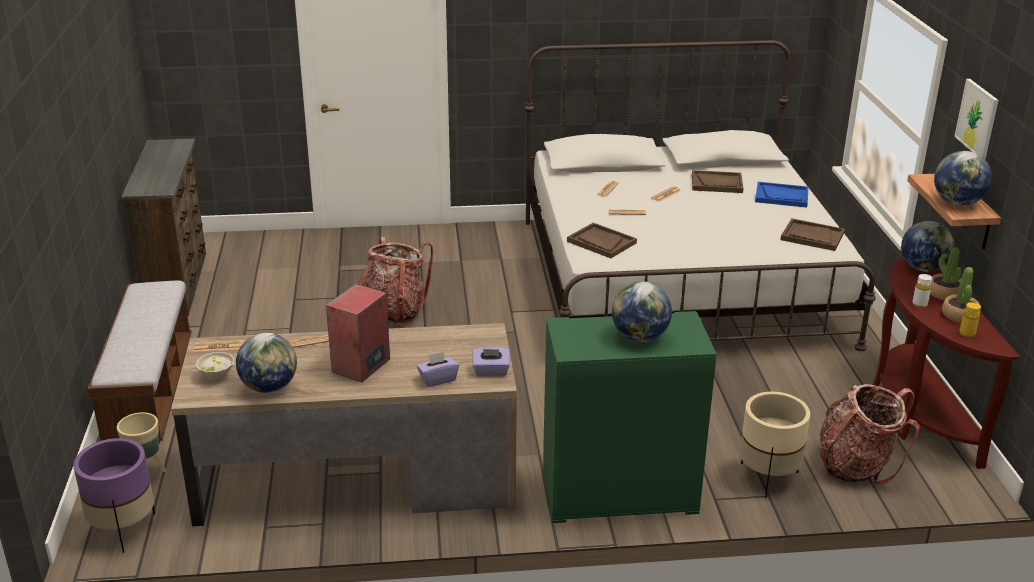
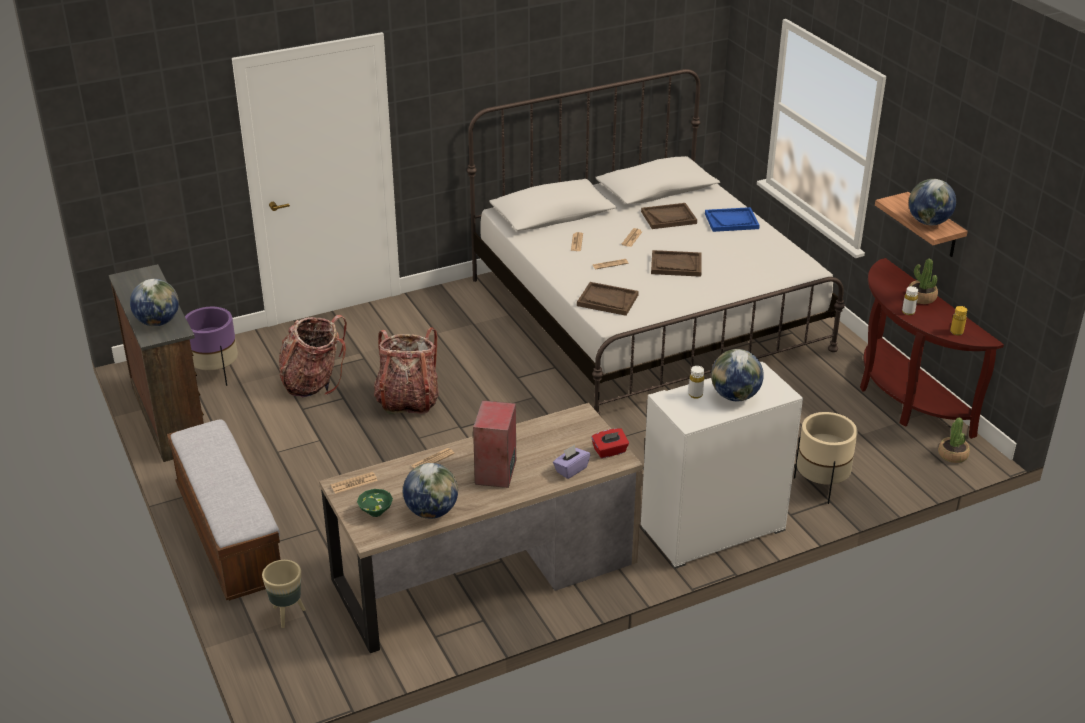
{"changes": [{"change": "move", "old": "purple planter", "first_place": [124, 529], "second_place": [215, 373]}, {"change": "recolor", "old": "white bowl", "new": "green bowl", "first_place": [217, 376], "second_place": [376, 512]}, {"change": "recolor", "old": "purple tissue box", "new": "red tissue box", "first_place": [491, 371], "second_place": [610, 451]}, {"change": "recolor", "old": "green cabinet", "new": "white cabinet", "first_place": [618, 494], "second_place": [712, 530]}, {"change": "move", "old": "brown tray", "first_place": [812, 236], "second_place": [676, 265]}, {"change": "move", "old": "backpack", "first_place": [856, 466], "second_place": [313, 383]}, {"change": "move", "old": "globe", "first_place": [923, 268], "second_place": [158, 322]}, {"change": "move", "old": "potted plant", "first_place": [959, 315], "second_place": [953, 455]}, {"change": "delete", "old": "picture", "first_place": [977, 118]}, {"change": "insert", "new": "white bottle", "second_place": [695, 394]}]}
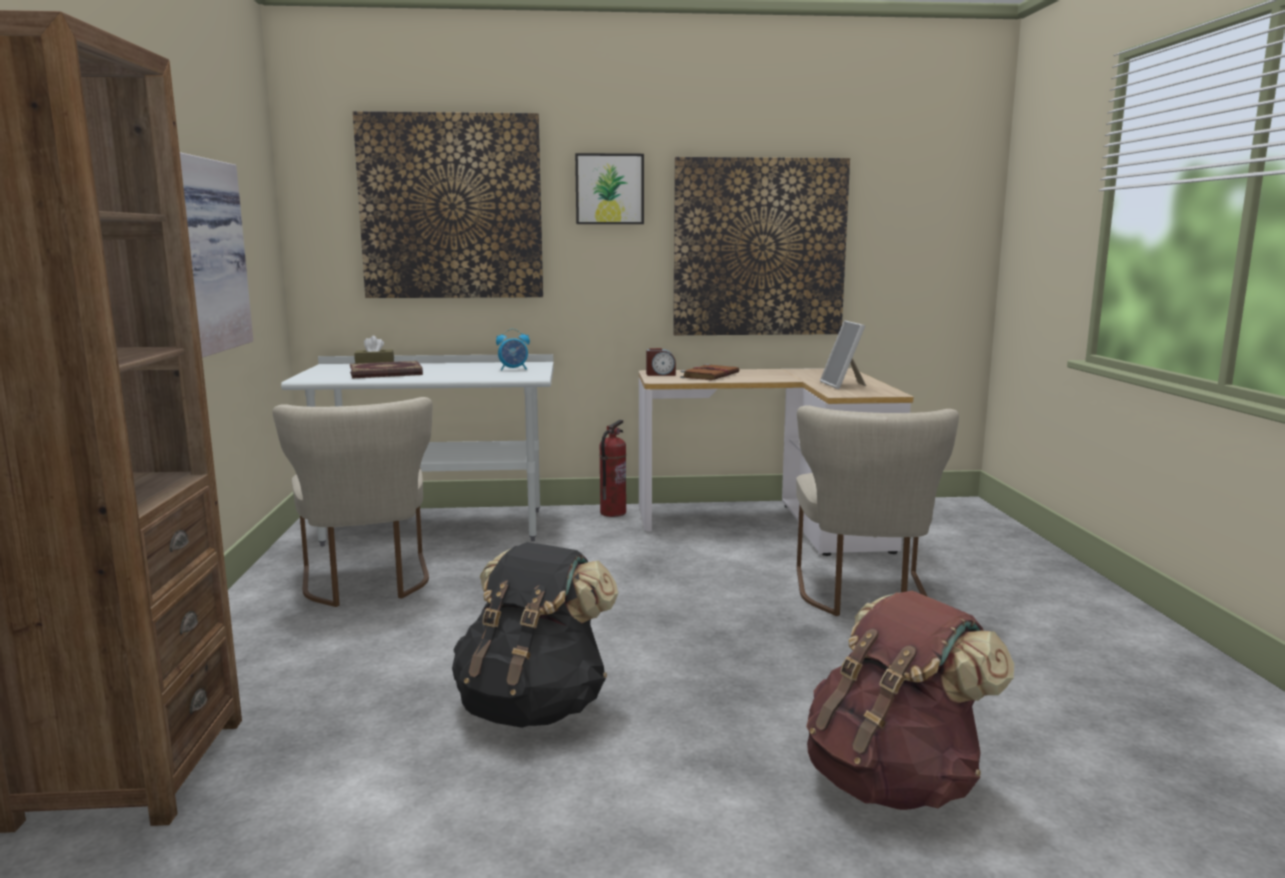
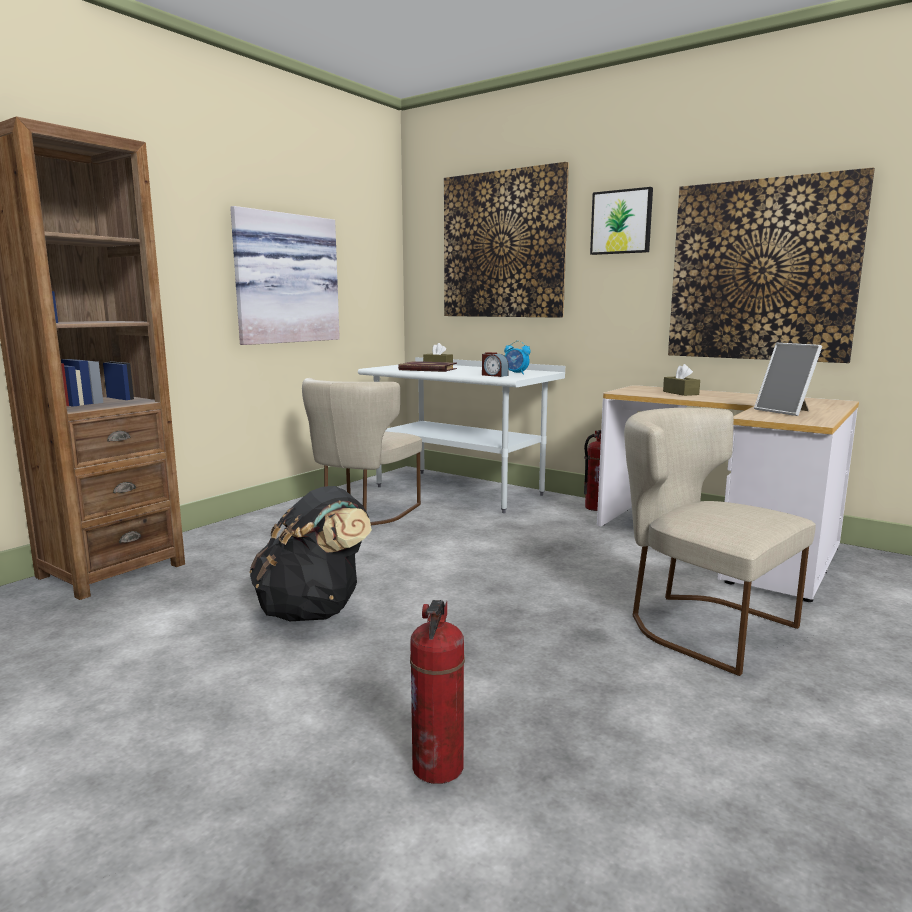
{"changes": [{"change": "move", "old": "alarm clock", "first_place": [660, 374], "second_place": [494, 375]}, {"change": "replace", "old": "brown book", "new": "brown tissue box", "first_place": [710, 375], "second_place": [680, 393]}, {"change": "rotate", "old": "beige chair", "first_place": [862, 596], "second_place": [699, 624], "degrees": 90}, {"change": "replace", "old": "brown backpack", "new": "fire extinguisher", "first_place": [893, 781], "second_place": [439, 767]}, {"change": "rotate", "old": "picture frame", "first_place": [843, 385], "second_place": [786, 411], "degrees": -60}]}
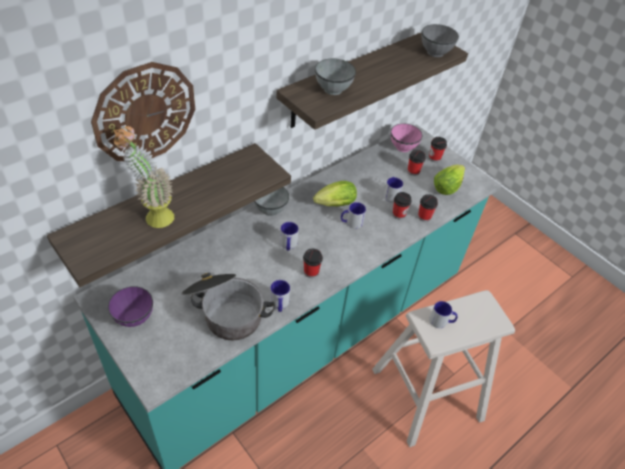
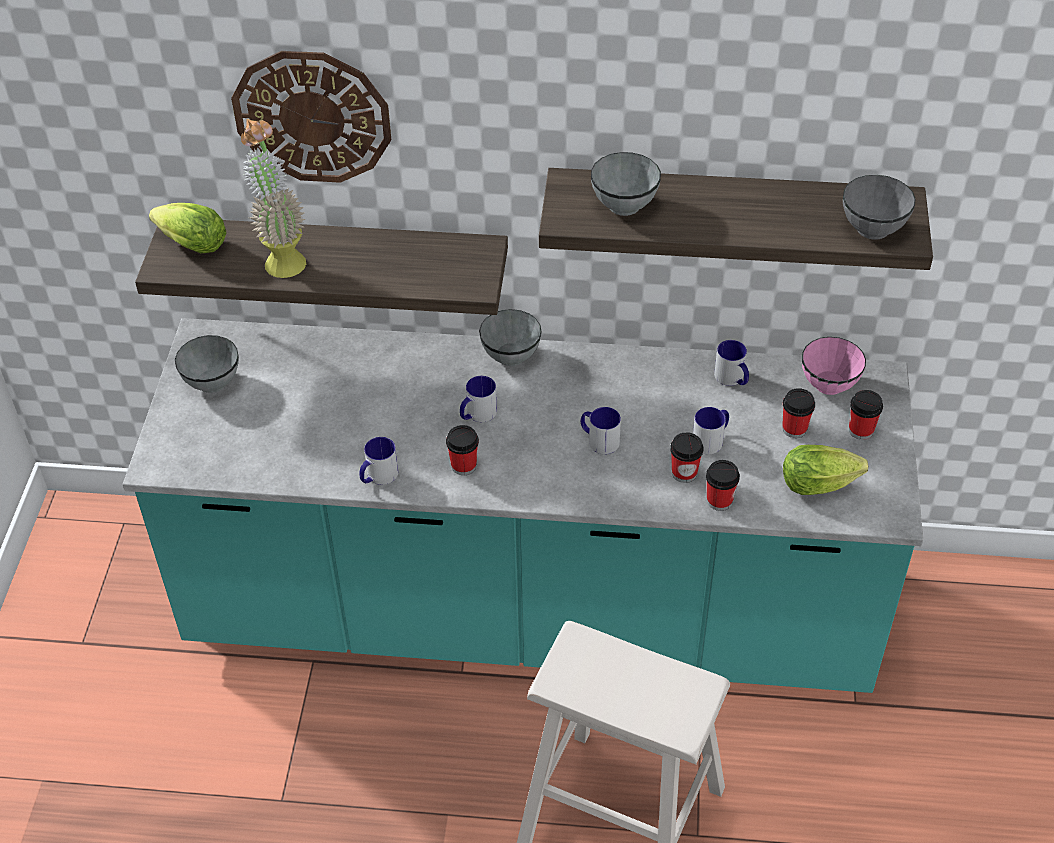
{"changes": [{"change": "recolor", "old": "purple bowl", "new": "grey bowl", "first_place": [134, 318], "second_place": [211, 382]}, {"change": "delete", "old": "cooking pot", "first_place": [225, 311]}, {"change": "move", "old": "lettuce", "first_place": [333, 205], "second_place": [189, 244]}, {"change": "move", "old": "mug", "first_place": [441, 321], "second_place": [732, 379]}]}
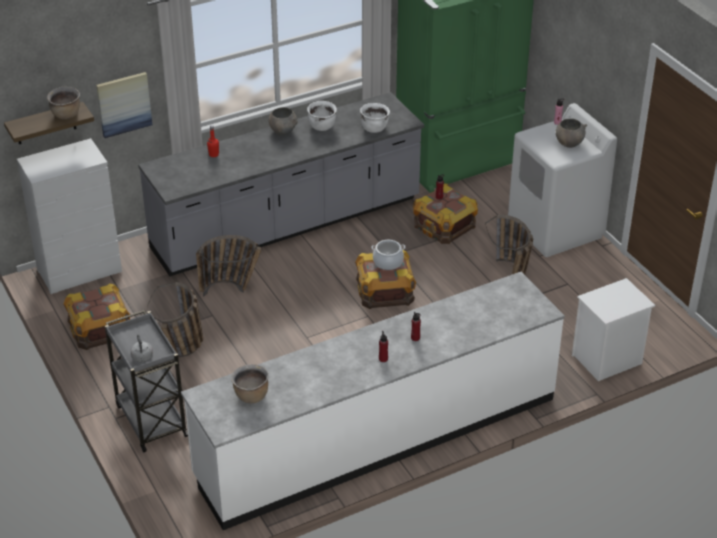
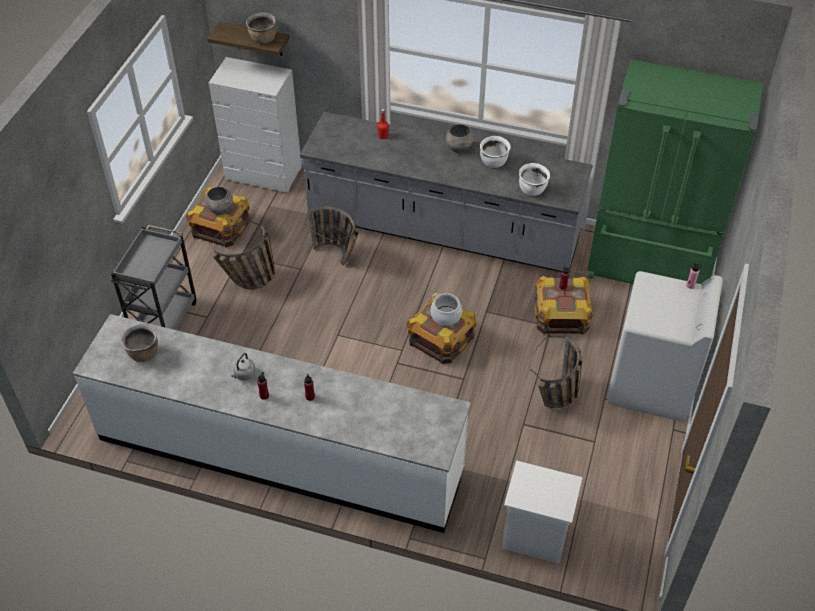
{"changes": [{"change": "delete", "old": "picture", "first_place": [124, 104]}, {"change": "move", "old": "grey kettle", "first_place": [142, 358], "second_place": [244, 374]}, {"change": "move", "old": "grey bowl", "first_place": [569, 143], "second_place": [220, 209]}]}
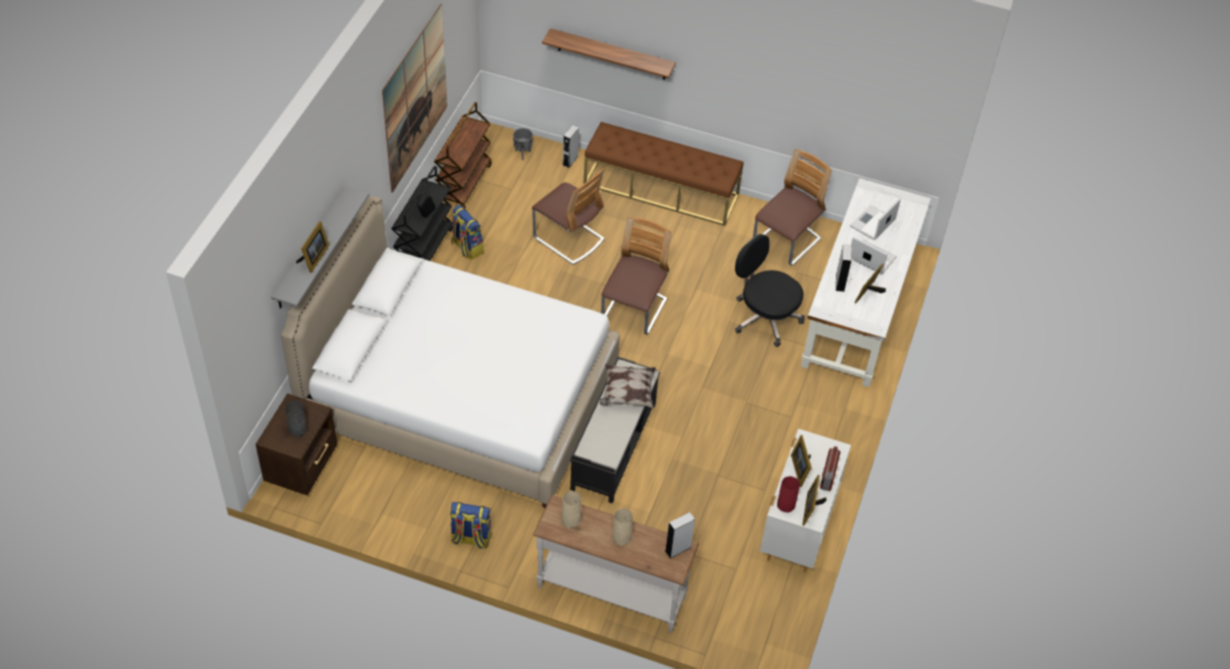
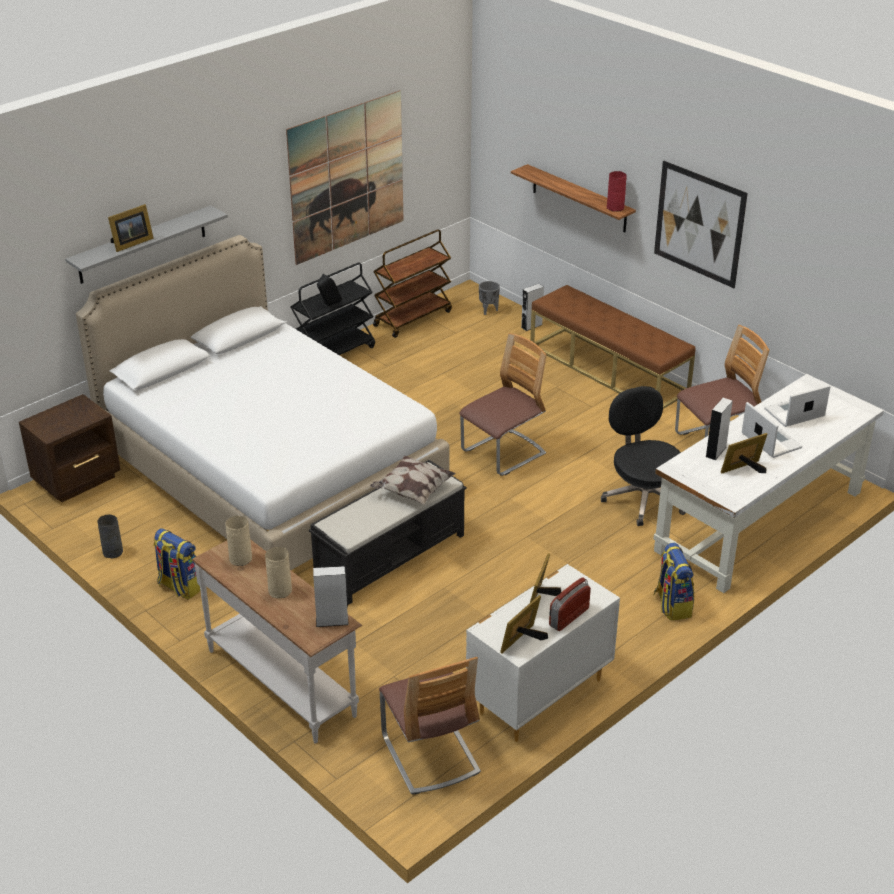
{"changes": [{"change": "move", "old": "grey vase", "first_place": [298, 429], "second_place": [113, 552]}, {"change": "move", "old": "backpack", "first_place": [466, 247], "second_place": [672, 605]}, {"change": "move", "old": "chair", "first_place": [568, 239], "second_place": [430, 754]}, {"change": "move", "old": "red vase", "first_place": [786, 505], "second_place": [615, 208]}, {"change": "insert", "new": "picture", "second_place": [699, 224]}]}
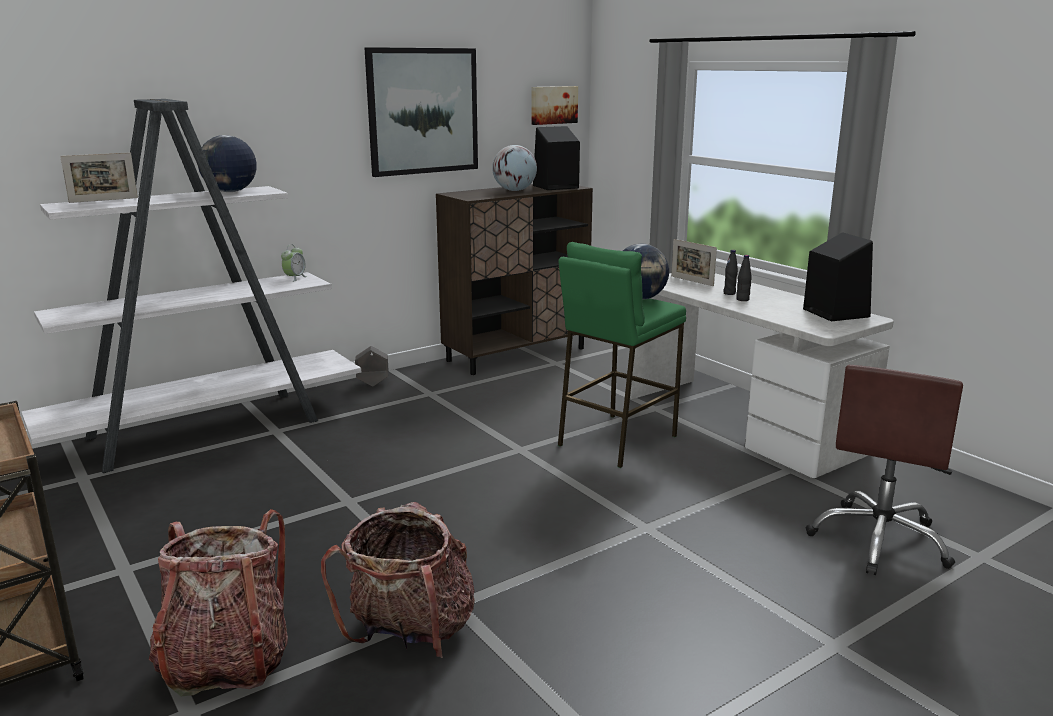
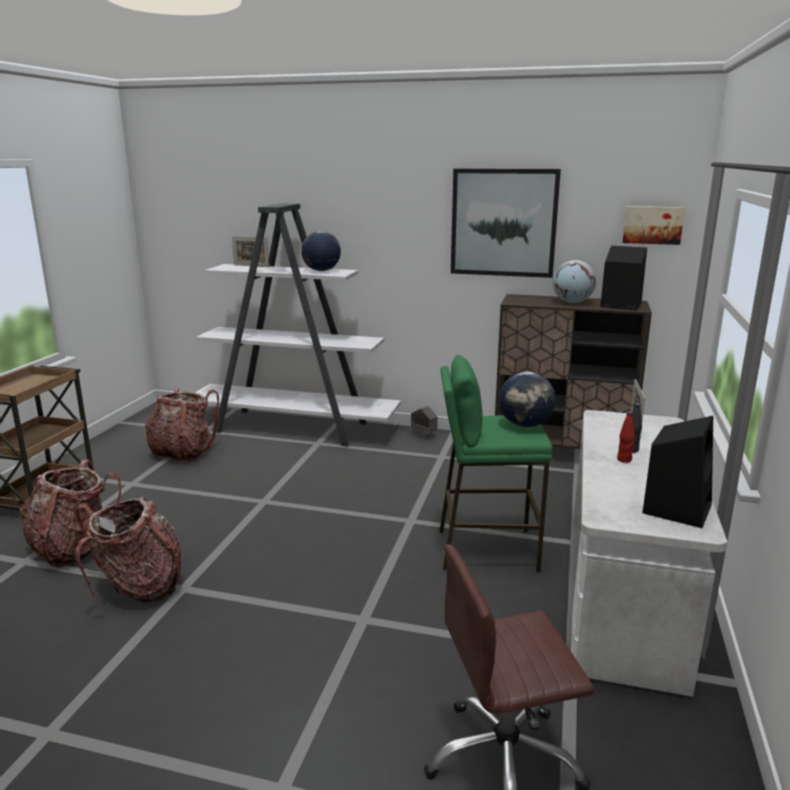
{"changes": [{"change": "delete", "old": "alarm clock", "first_place": [295, 278]}, {"change": "recolor", "old": "black bottle", "new": "red bottle", "first_place": [742, 299], "second_place": [624, 460]}, {"change": "insert", "new": "backpack", "second_place": [183, 452]}]}
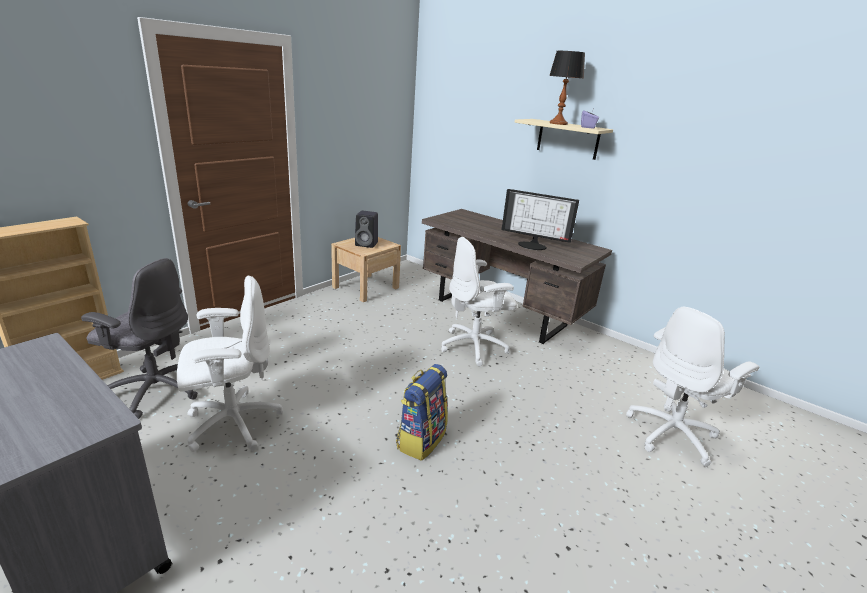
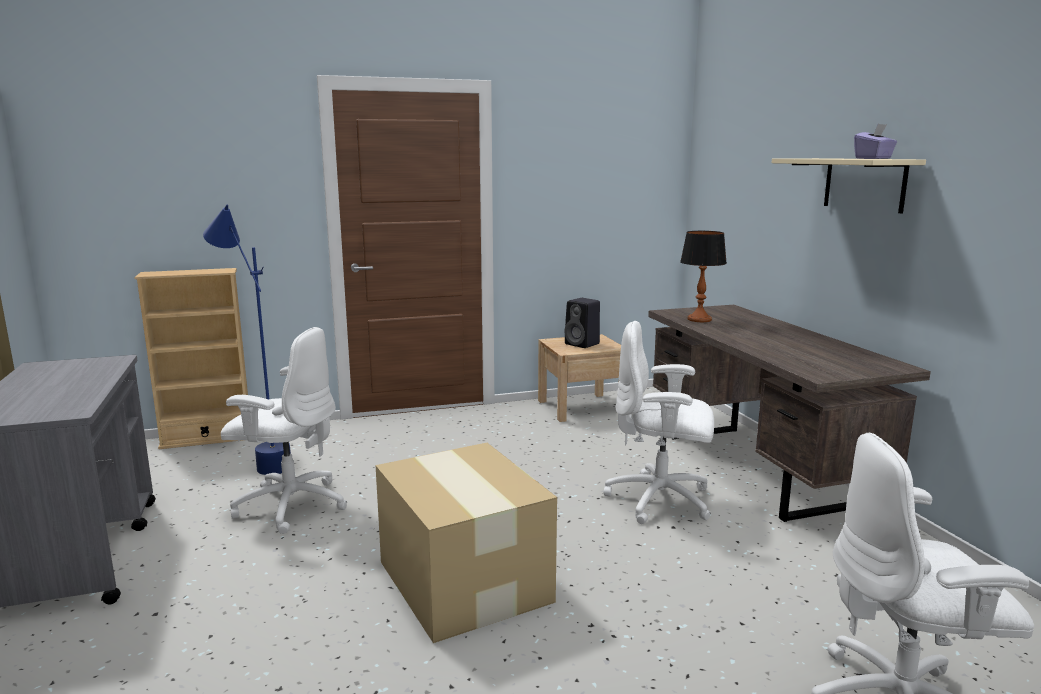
{"changes": [{"change": "replace", "old": "grey office chair", "new": "blue floor lamp", "first_place": [155, 390], "second_place": [259, 460]}, {"change": "replace", "old": "backpack", "new": "cardboard box", "first_place": [421, 439], "second_place": [464, 579]}, {"change": "delete", "old": "monitor", "first_place": [533, 245]}, {"change": "move", "old": "table lamp", "first_place": [558, 123], "second_place": [699, 319]}]}
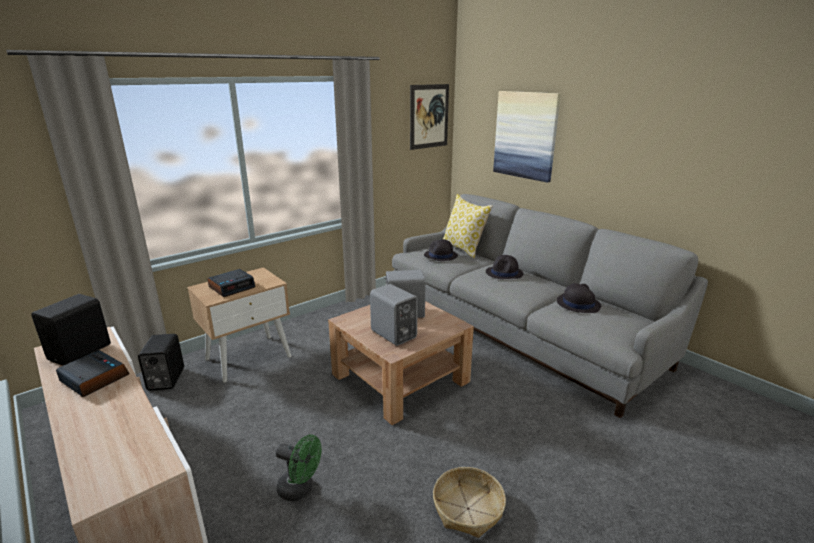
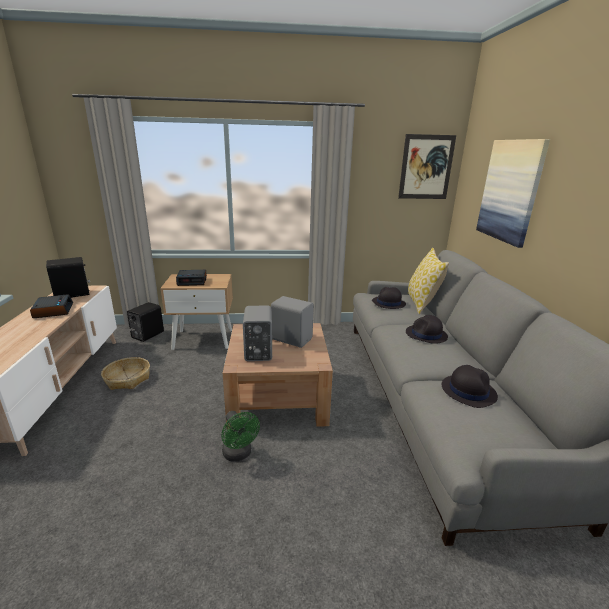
{"changes": [{"change": "move", "old": "green fan", "first_place": [300, 489], "second_place": [239, 454]}, {"change": "move", "old": "basket", "first_place": [467, 508], "second_place": [127, 379]}]}
